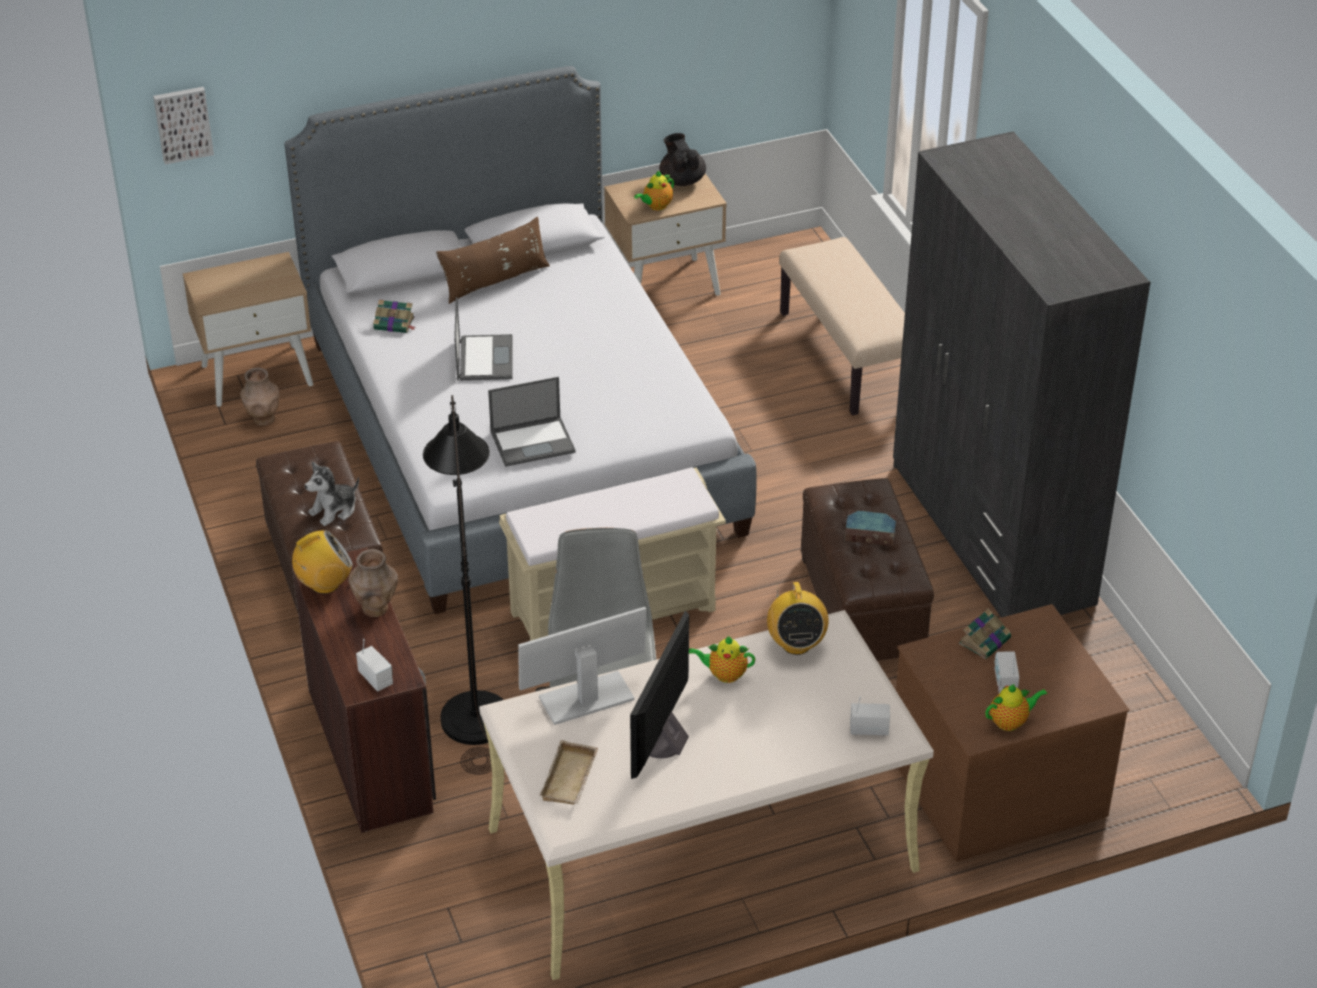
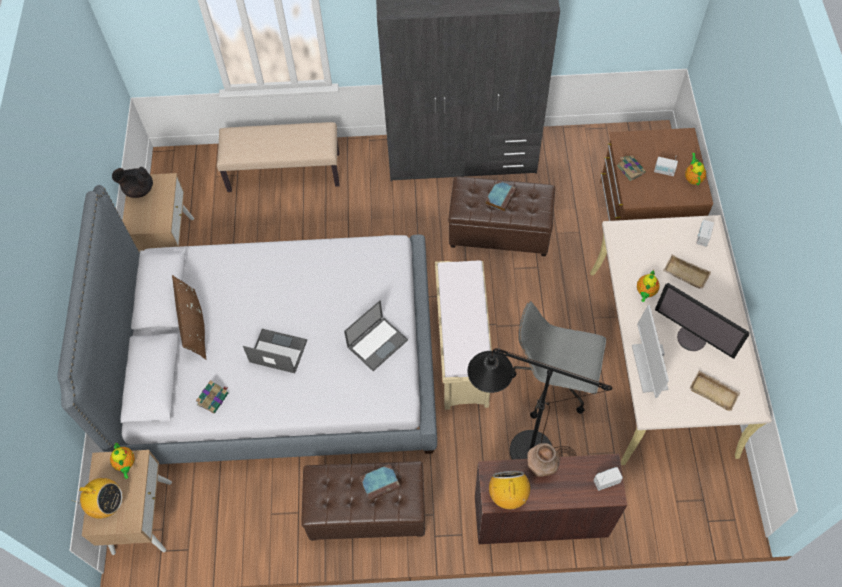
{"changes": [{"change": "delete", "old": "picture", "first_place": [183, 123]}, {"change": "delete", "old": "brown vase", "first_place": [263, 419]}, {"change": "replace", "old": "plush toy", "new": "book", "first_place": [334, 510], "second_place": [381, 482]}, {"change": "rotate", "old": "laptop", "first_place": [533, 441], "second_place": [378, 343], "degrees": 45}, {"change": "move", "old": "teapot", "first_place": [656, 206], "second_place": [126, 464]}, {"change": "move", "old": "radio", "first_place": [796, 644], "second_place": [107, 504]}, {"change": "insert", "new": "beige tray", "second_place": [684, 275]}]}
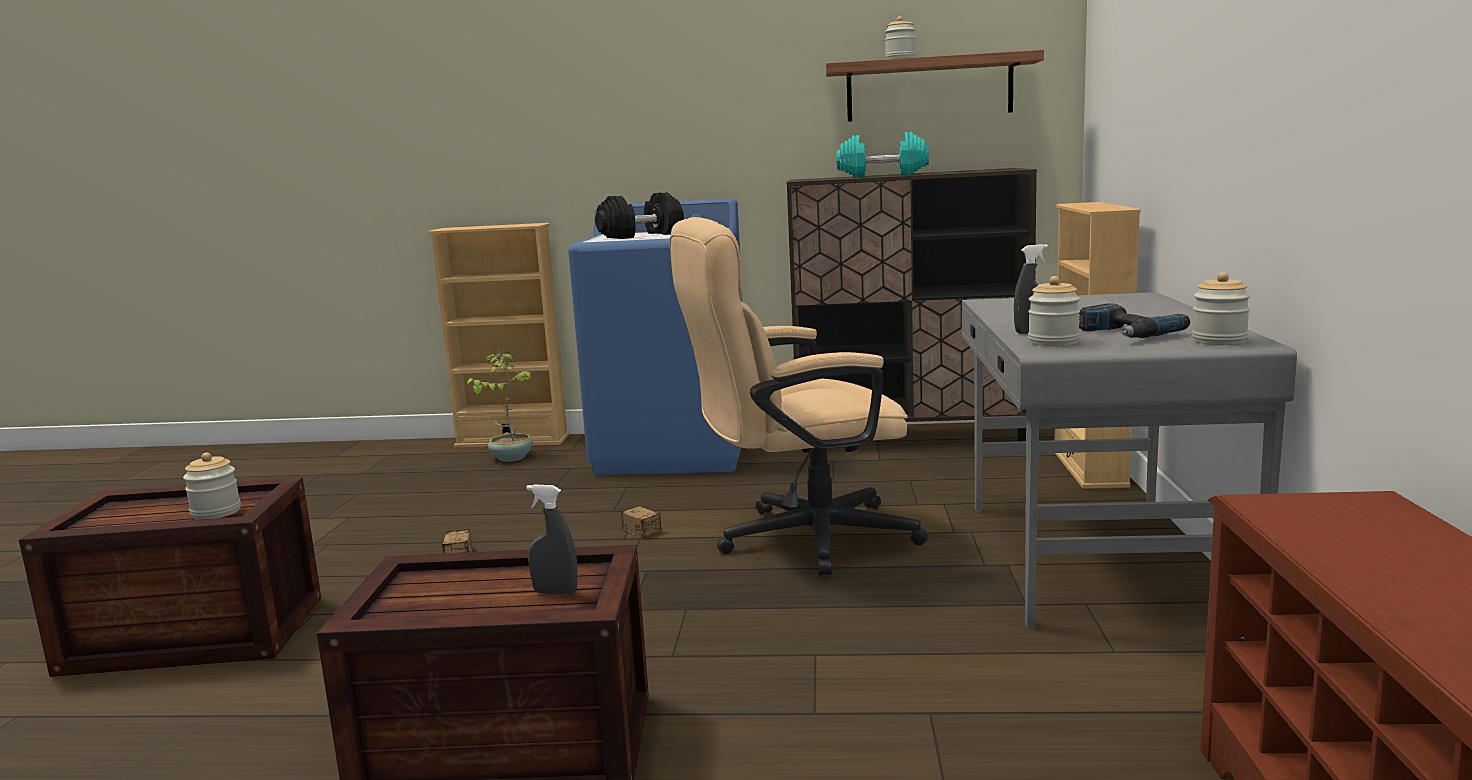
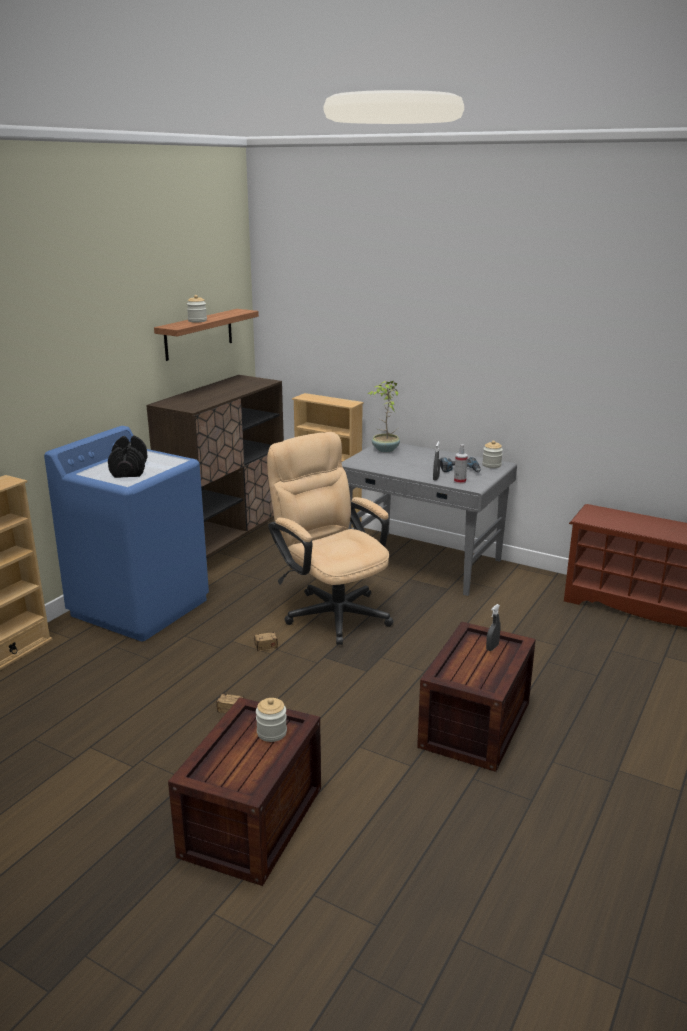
{"changes": [{"change": "move", "old": "potted plant", "first_place": [511, 458], "second_place": [385, 450]}, {"change": "rotate", "old": "beige office chair", "first_place": [799, 540], "second_place": [331, 610], "degrees": 135}, {"change": "delete", "old": "turquoise dumbbell", "first_place": [882, 175]}, {"change": "replace", "old": "jar", "new": "spray bottle", "first_place": [1053, 342], "second_place": [459, 481]}]}
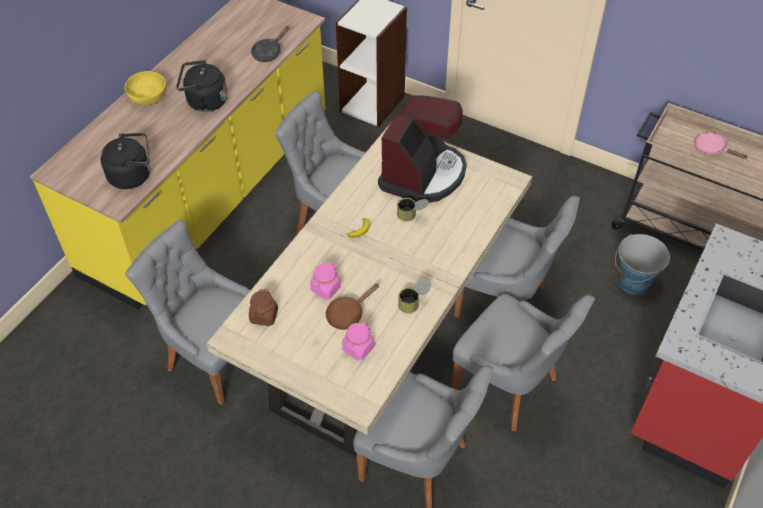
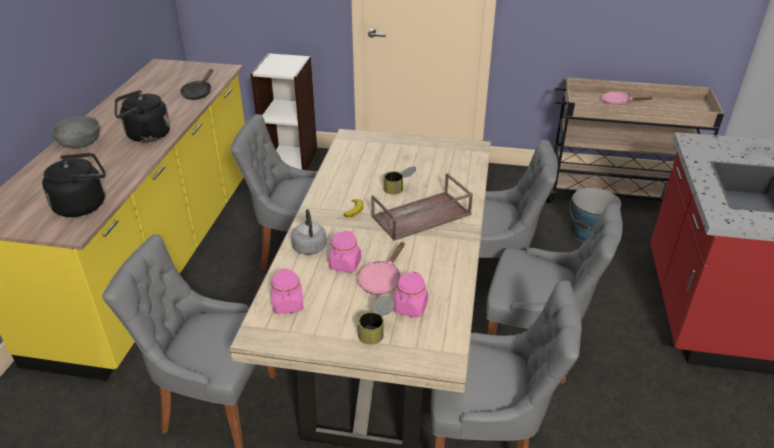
{"changes": [{"change": "recolor", "old": "yellow bowl", "new": "grey bowl", "first_place": [148, 97], "second_place": [80, 142]}, {"change": "recolor", "old": "brown jar", "new": "pink jar", "first_place": [264, 316], "second_place": [288, 305]}, {"change": "recolor", "old": "brown frying pan", "new": "pink frying pan", "first_place": [348, 314], "second_place": [381, 280]}, {"change": "delete", "old": "coffee machine", "first_place": [423, 174]}, {"change": "move", "old": "can", "first_place": [414, 302], "second_place": [376, 330]}, {"change": "insert", "new": "grey kettle", "second_place": [309, 246]}, {"change": "insert", "new": "brown tray", "second_place": [421, 216]}]}
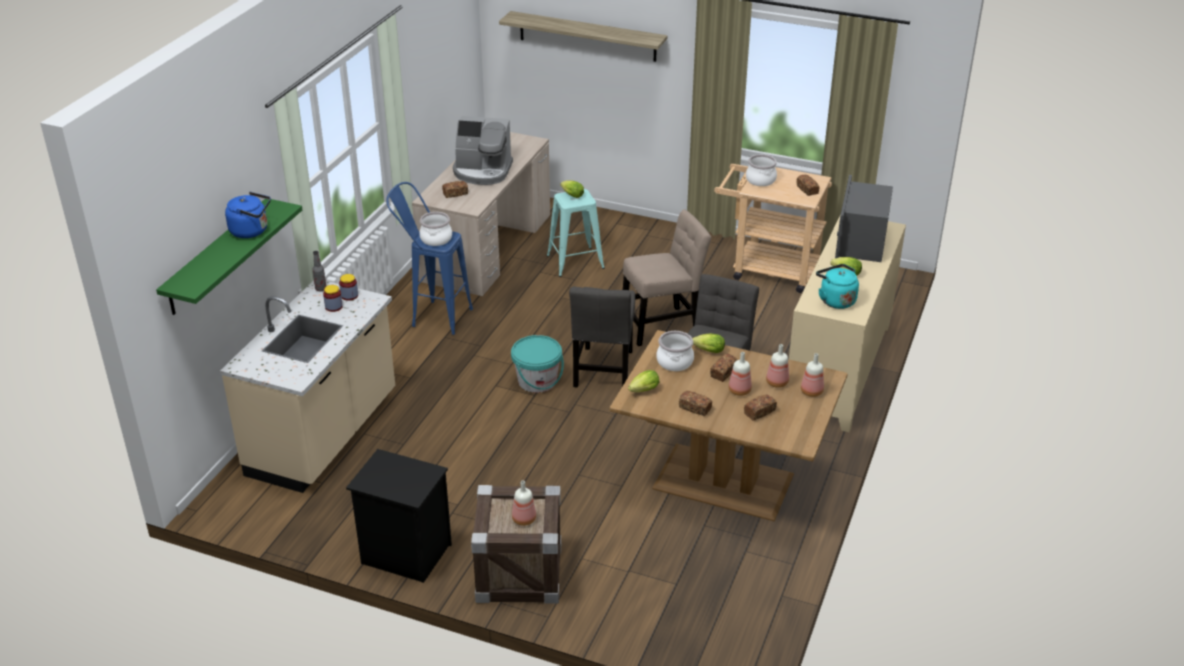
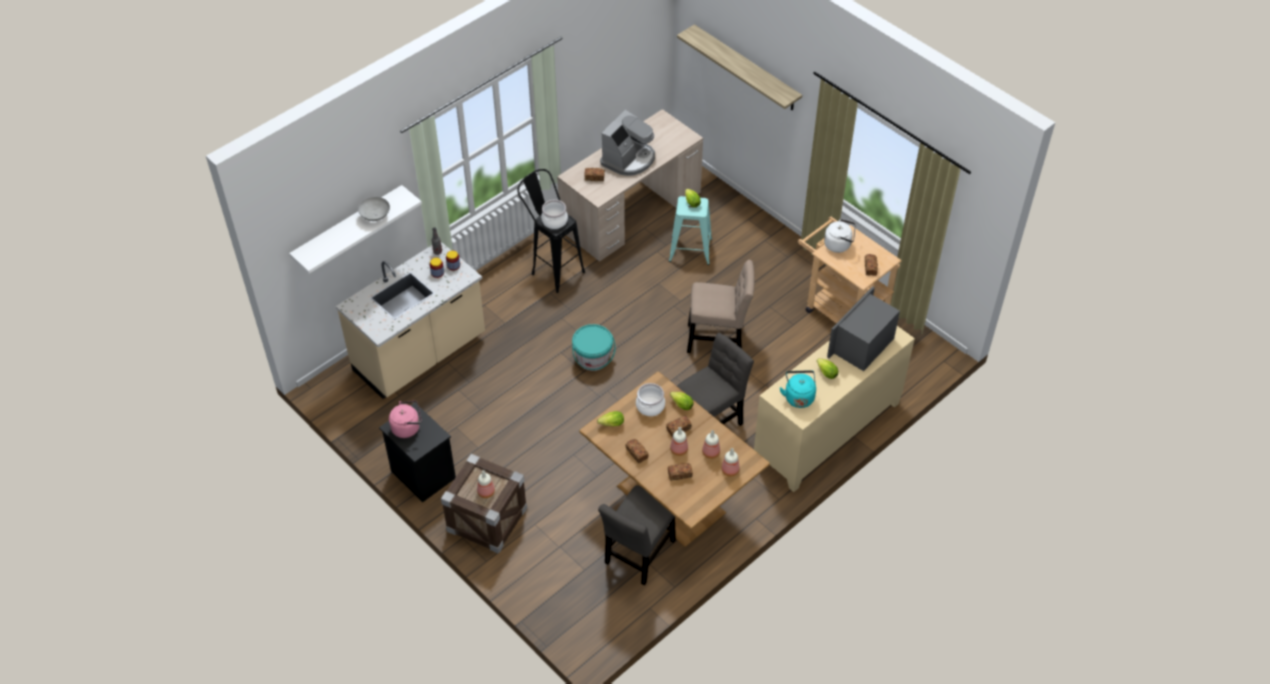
{"changes": [{"change": "recolor", "old": "green shelf", "new": "white shelf", "first_place": [217, 257], "second_place": [348, 228]}, {"change": "replace", "old": "blue kettle", "new": "grey bowl", "first_place": [251, 231], "second_place": [375, 216]}, {"change": "recolor", "old": "blue stool", "new": "black stool", "first_place": [433, 316], "second_place": [552, 269]}, {"change": "rotate", "old": "coffee machine", "first_place": [482, 171], "second_place": [629, 159], "degrees": -90}, {"change": "move", "old": "grey chair", "first_place": [603, 371], "second_place": [638, 555]}, {"change": "replace", "old": "cooking pot", "new": "white kettle", "first_place": [761, 180], "second_place": [839, 245]}, {"change": "insert", "new": "pink kettle", "second_place": [407, 427]}]}
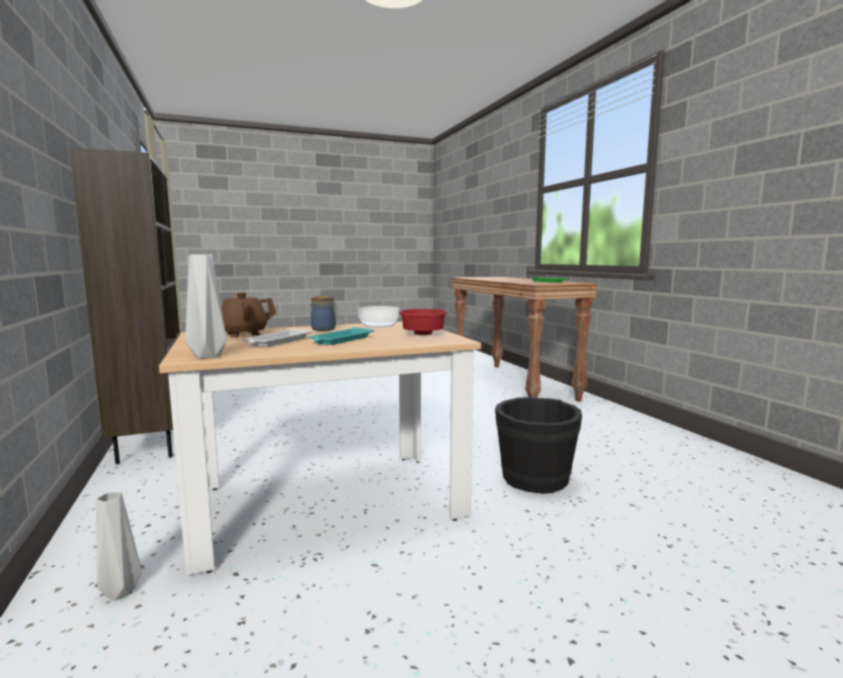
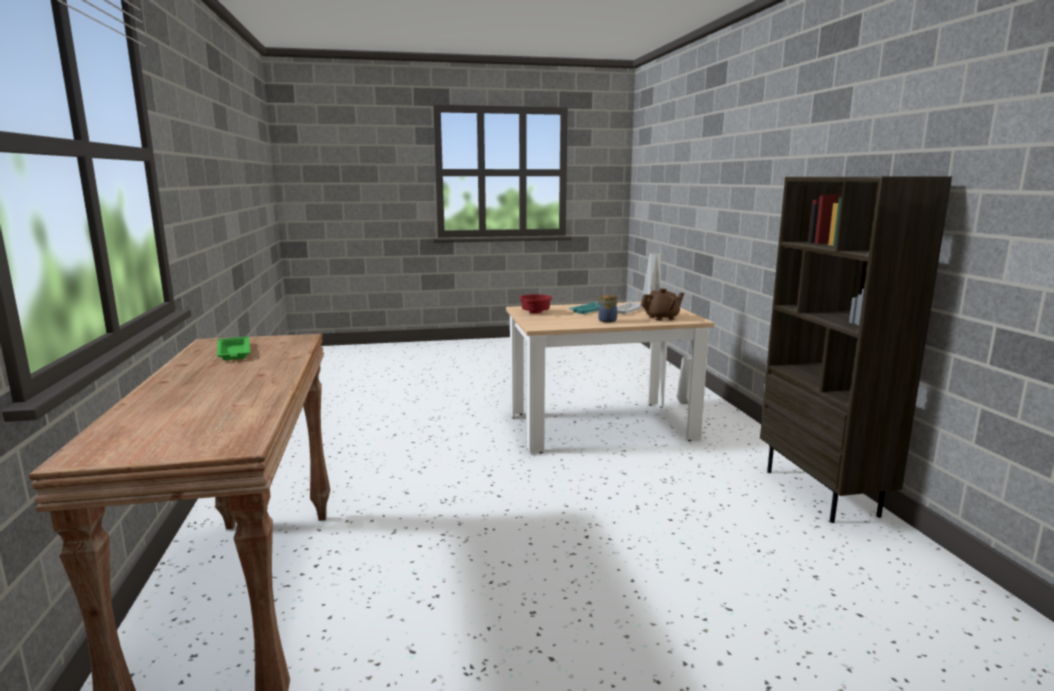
{"changes": [{"change": "delete", "old": "bowl", "first_place": [379, 325]}, {"change": "delete", "old": "black bucket", "first_place": [535, 479]}]}
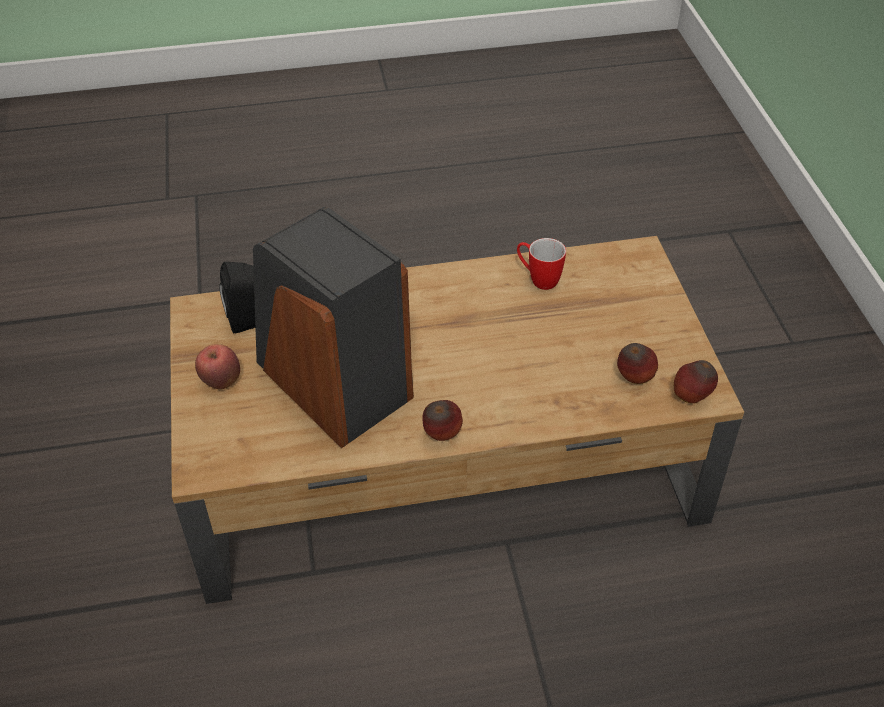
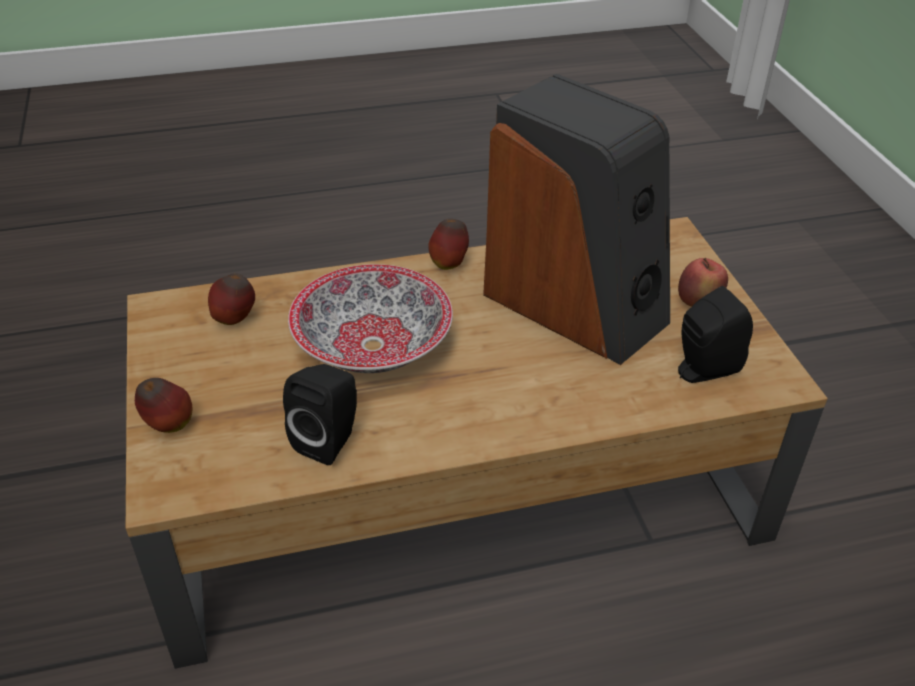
{"changes": [{"change": "replace", "old": "mug", "new": "black speaker", "first_place": [538, 279], "second_place": [330, 440]}, {"change": "move", "old": "apple", "first_place": [691, 397], "second_place": [169, 426]}, {"change": "insert", "new": "bowl", "second_place": [372, 347]}]}
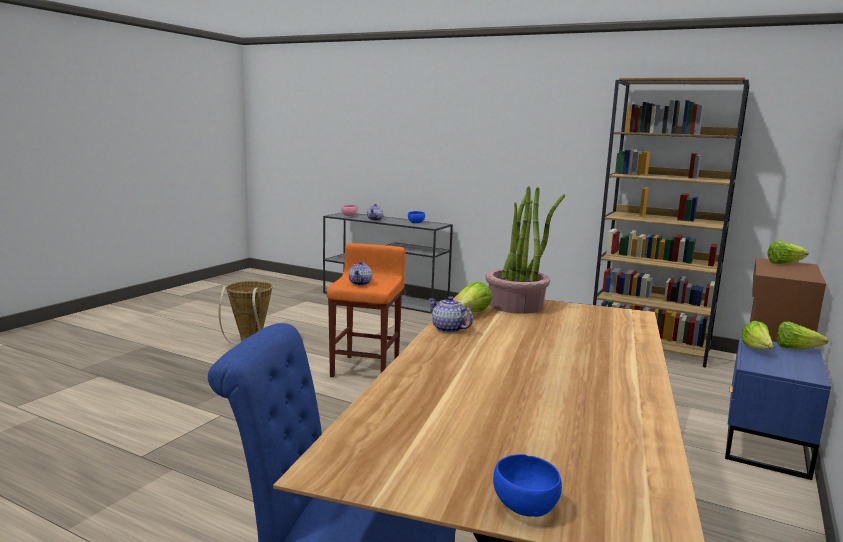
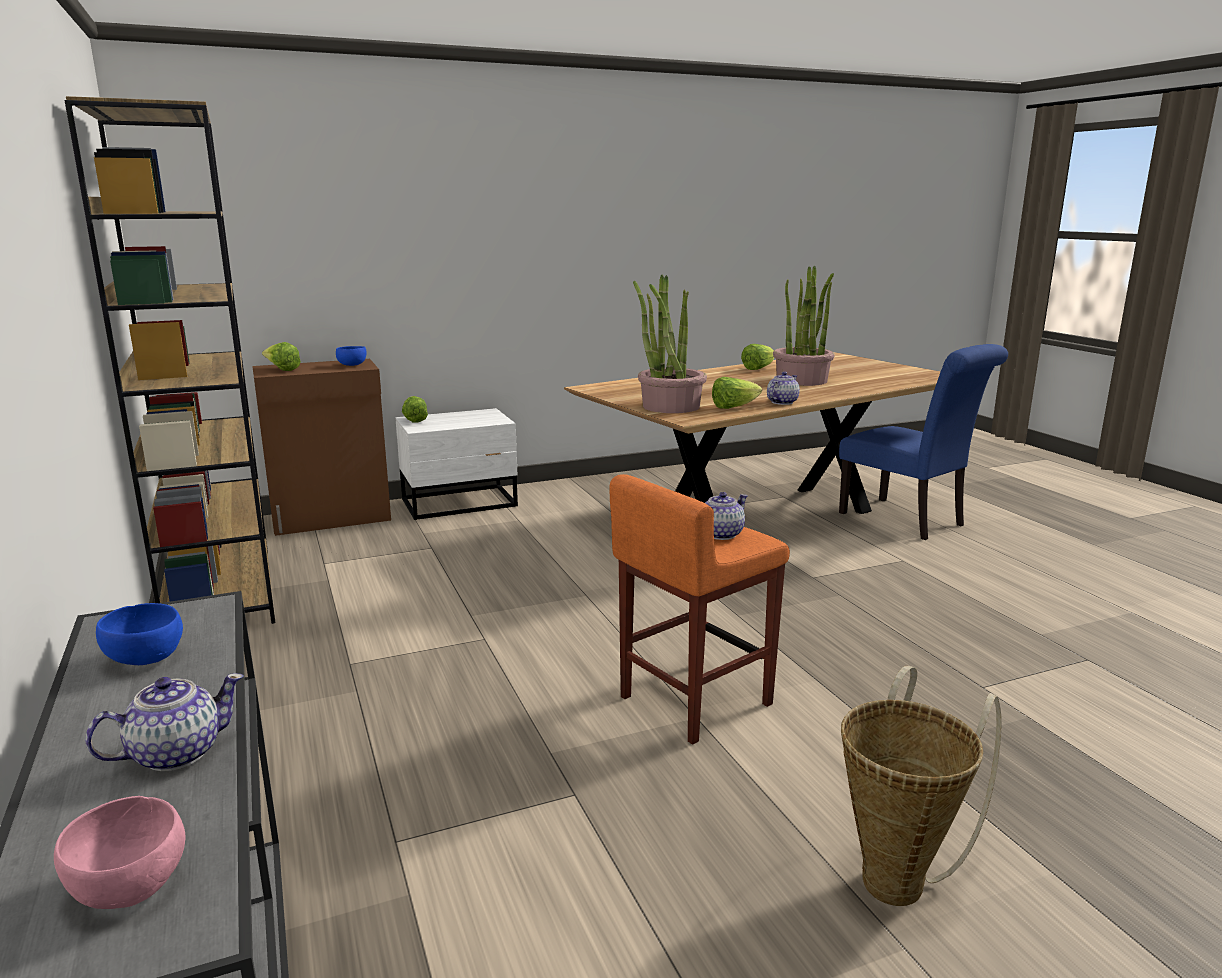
{"changes": [{"change": "rotate", "old": "teapot", "first_place": [449, 329], "second_place": [781, 402], "degrees": -135}, {"change": "move", "old": "blue bowl", "first_place": [525, 507], "second_place": [352, 365]}, {"change": "recolor", "old": "blue nightstand", "new": "white nightstand", "first_place": [763, 444], "second_place": [461, 503]}, {"change": "move", "old": "lettuce", "first_place": [757, 350], "second_place": [758, 368]}, {"change": "insert", "new": "potted plant", "second_place": [802, 380]}]}
